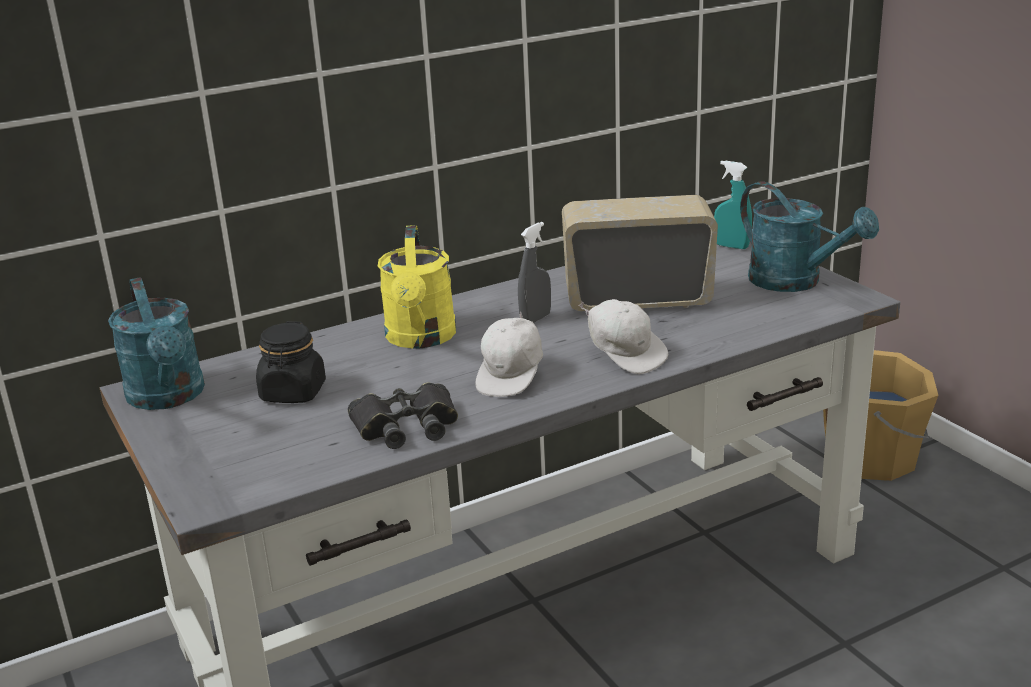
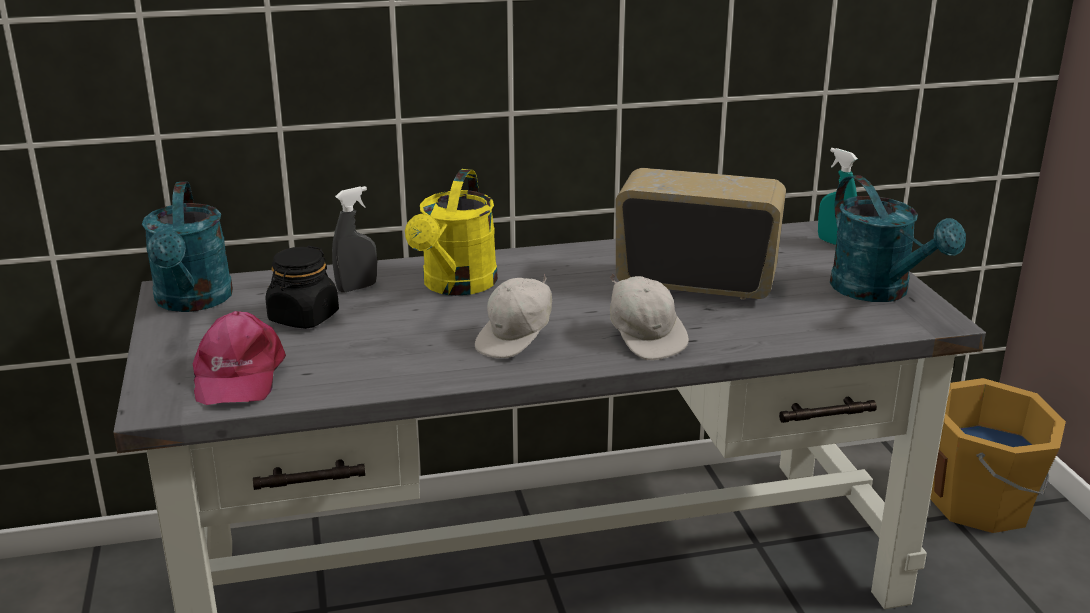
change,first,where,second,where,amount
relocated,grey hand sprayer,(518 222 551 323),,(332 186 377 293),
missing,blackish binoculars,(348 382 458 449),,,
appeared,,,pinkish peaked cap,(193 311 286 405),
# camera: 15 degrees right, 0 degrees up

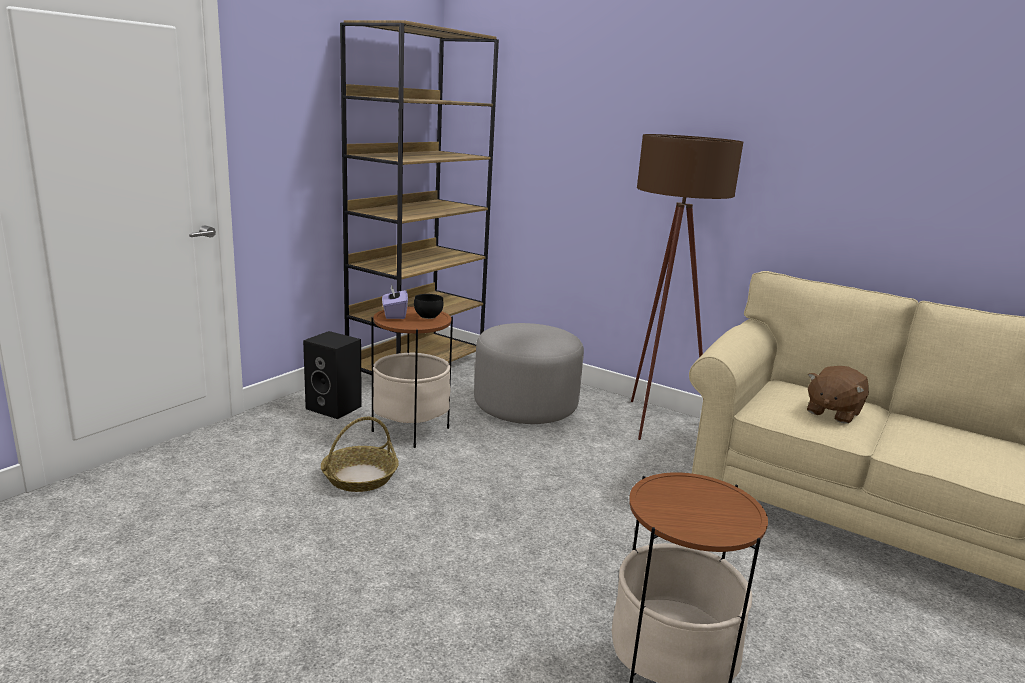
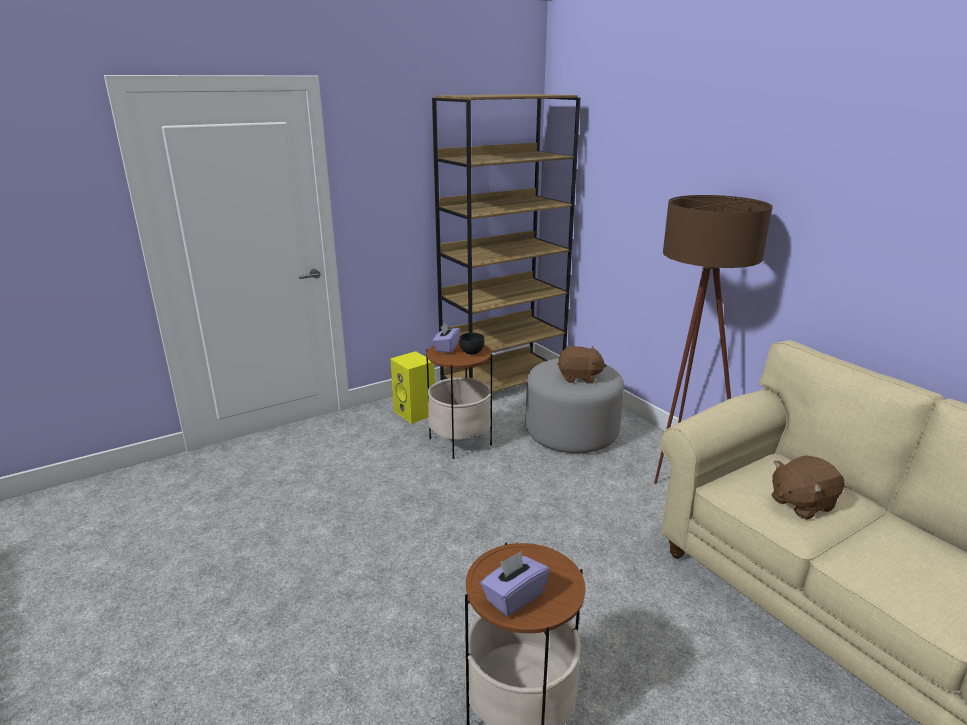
change,first,where,second,where,amount
colour,blackish audio speaker,(303 331 362 419),yellow-coloured audio speaker,(390 351 435 424),
missing,basket,(321 417 399 492),,,
appeared,,,brown plush toy,(557 346 607 384),
appeared,,,purple-coloured box of tissues,(480 551 549 617),
# camera: 25 degrees right, 5 degrees up

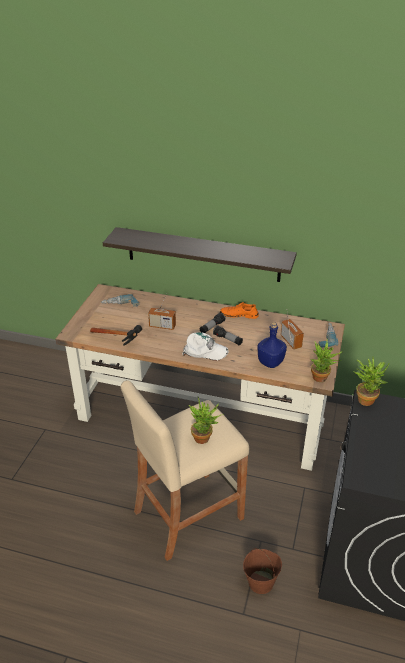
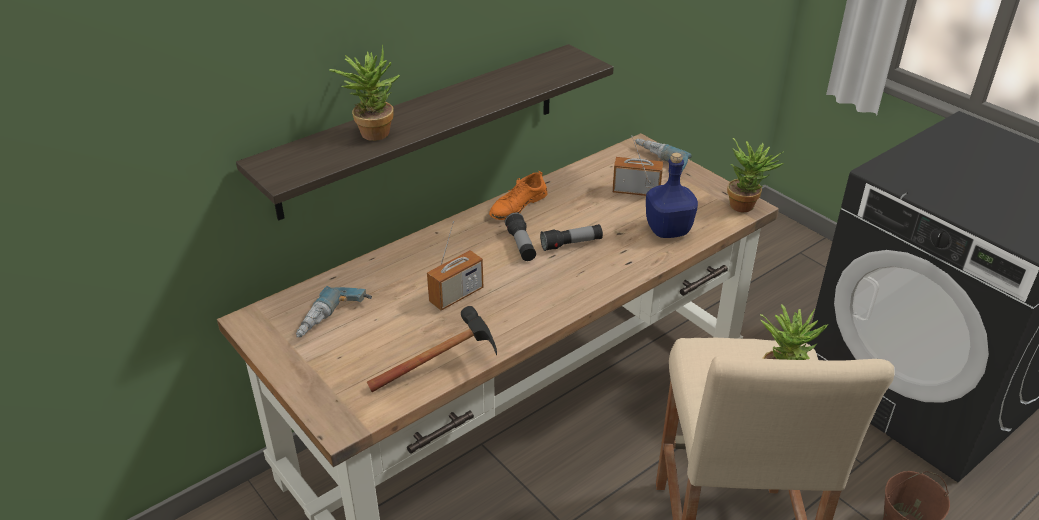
change,first,where,second,where,amount
missing,white peaked cap,(182 332 229 361),,,
relocated,plant in a pot,(353 358 389 406),,(329 45 400 141),
# camera: 55 degrees left, 0 degrees up

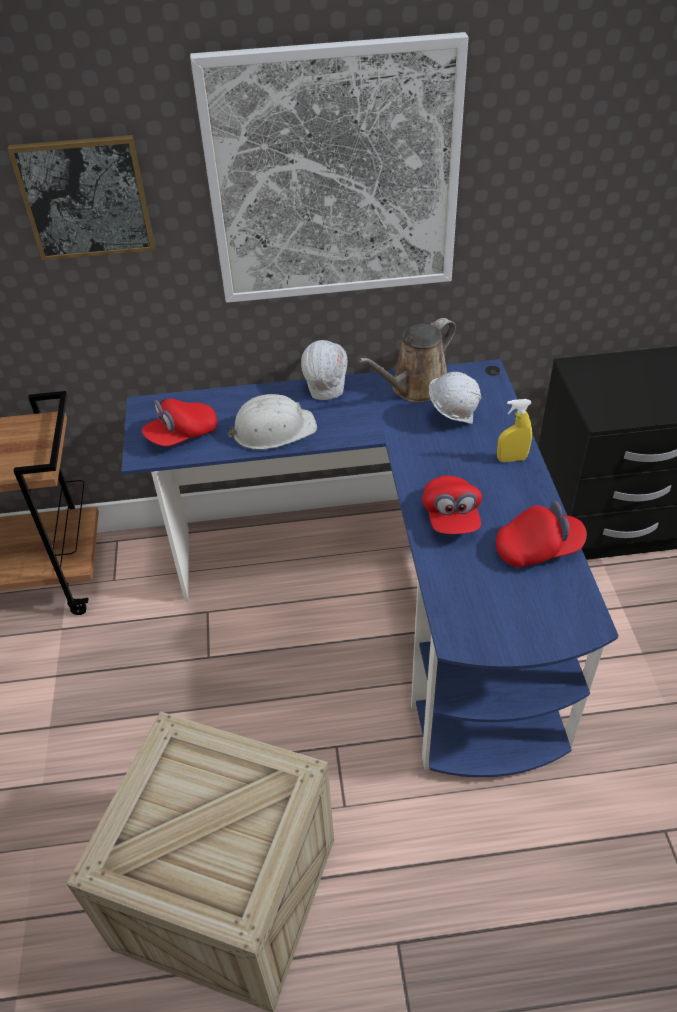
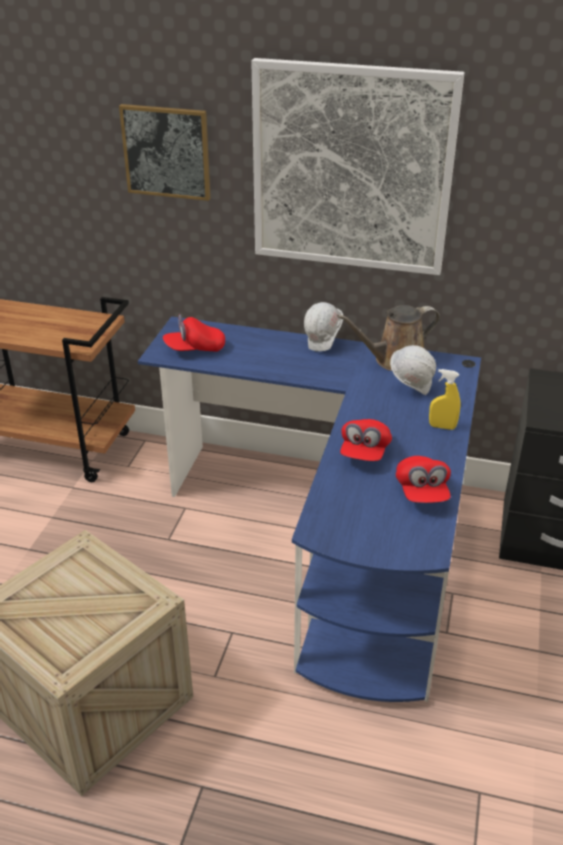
change,first,where,second,where,amount
missing,white work helmet,(228 394 317 450),,,
spun,red peaked cap,(496 501 587 568),,(396 456 451 503),75 degrees clockwise
# camera: 20 degrees right, 10 degrees down

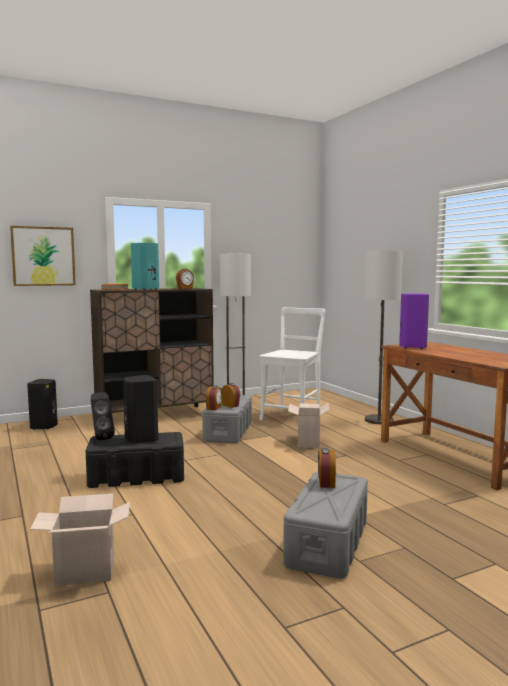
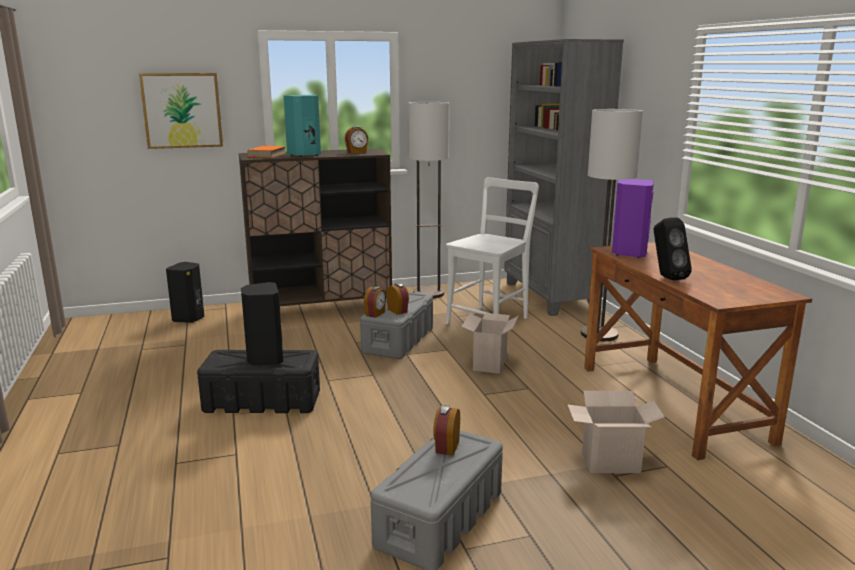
change,first,where,second,where,amount
relocated,blackish audio speaker,(91 392 115 441),,(654 217 692 280),
relocated,carton,(30 494 130 586),,(568 391 665 473),
appeared,,,grey bookcase,(504 39 624 316),
# camera: 10 degrees right, 10 degrees up

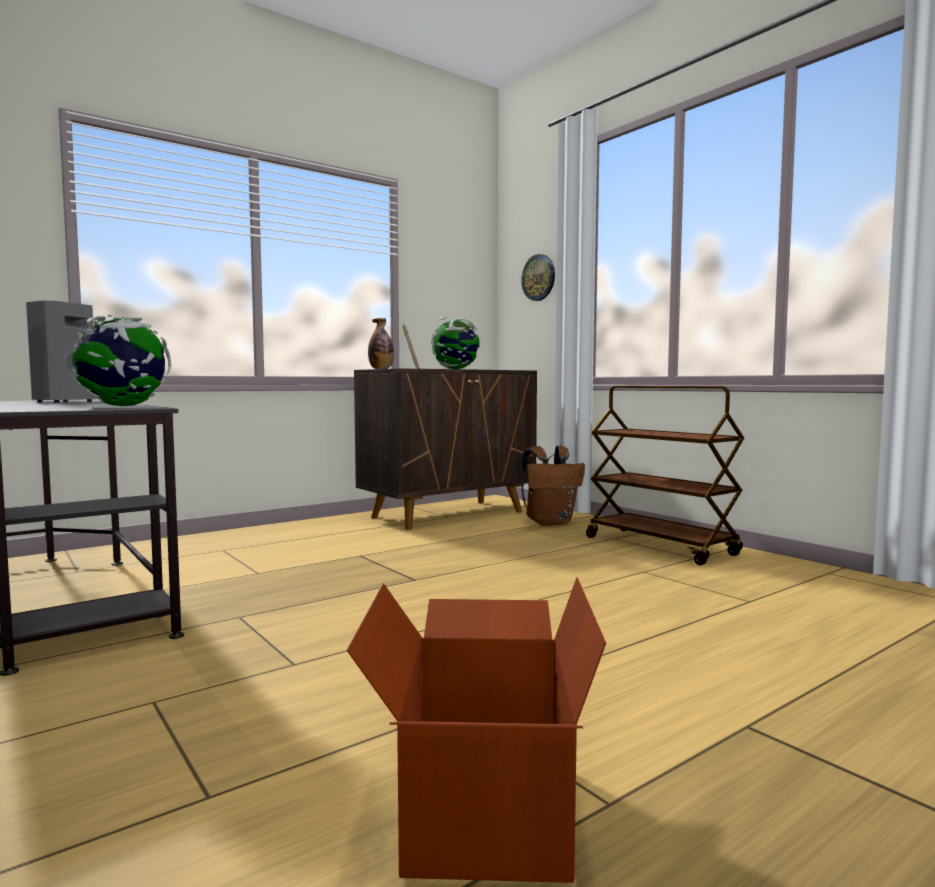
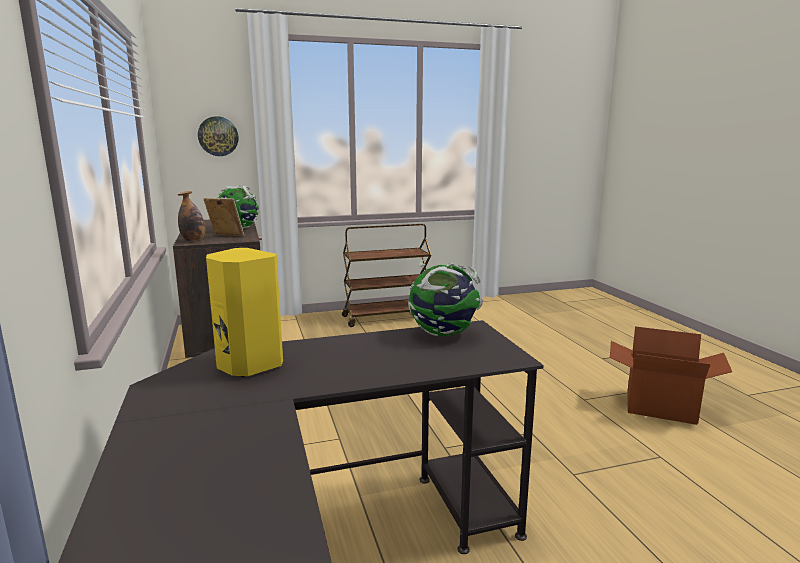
change,first,where,second,where,amount
colour,grey audio speaker,(26 300 97 403),yellow-coloured audio speaker,(206 248 283 377),
missing,brown knapsack,(521 445 585 526),,,
# camera: 70 degrees left, 10 degrees up

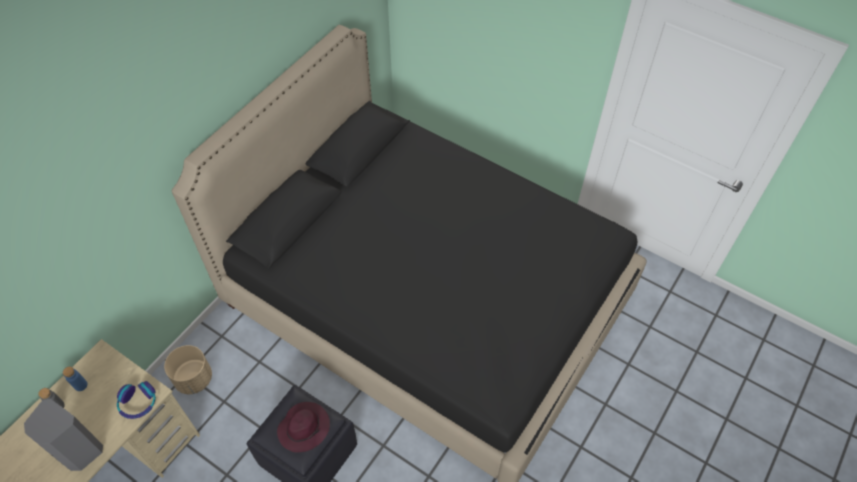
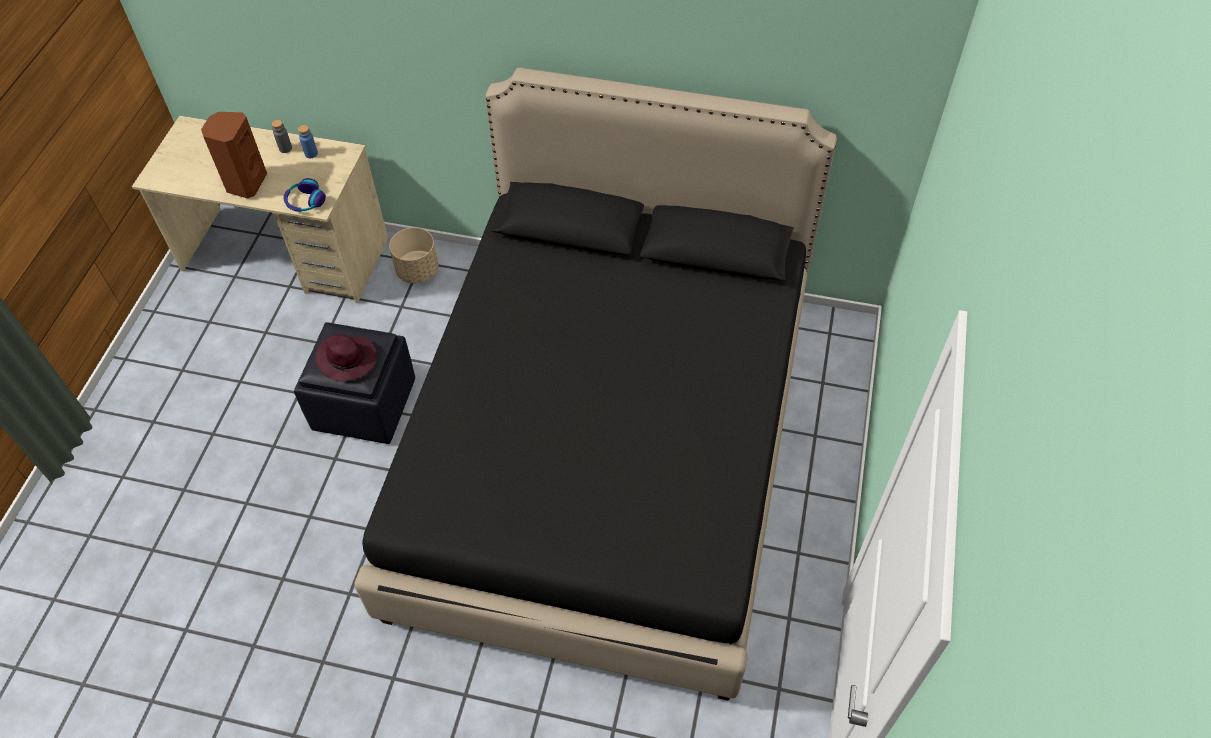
change,first,where,second,where,amount
colour,grey audio speaker,(24 399 103 471),brown audio speaker,(201 112 267 199),
# camera: 70 degrees right, 0 degrees up

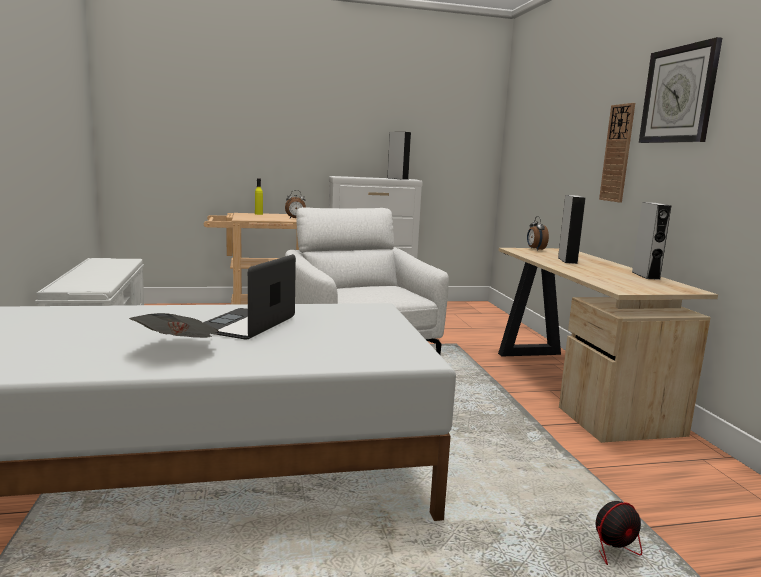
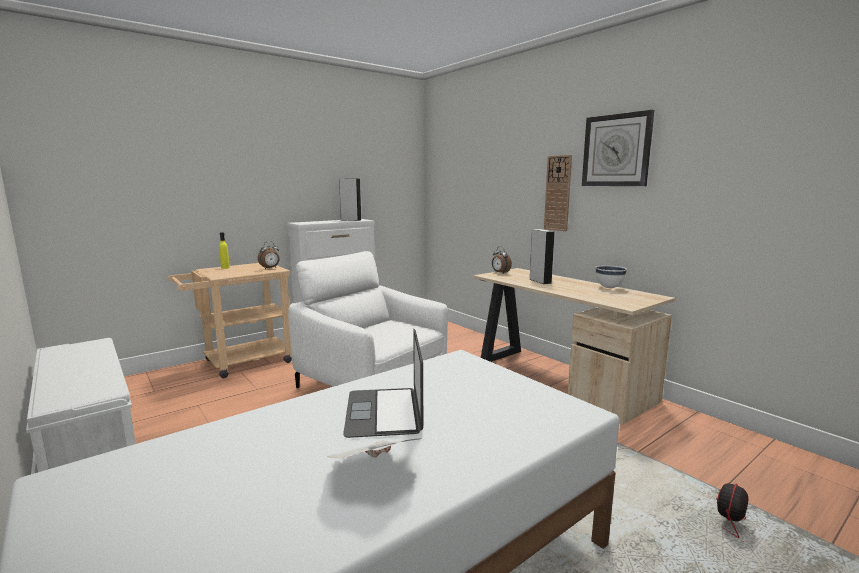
change,first,where,second,where,amount
exchanged,grey audio speaker,(632 202 672 280),white bowl,(596 265 627 288),
# camera: 25 degrees left, 0 degrees up

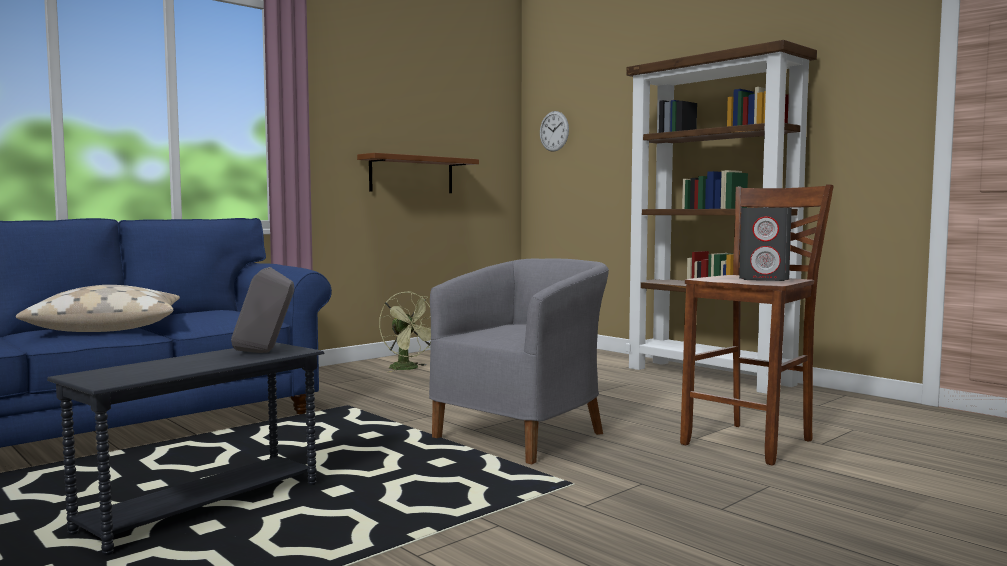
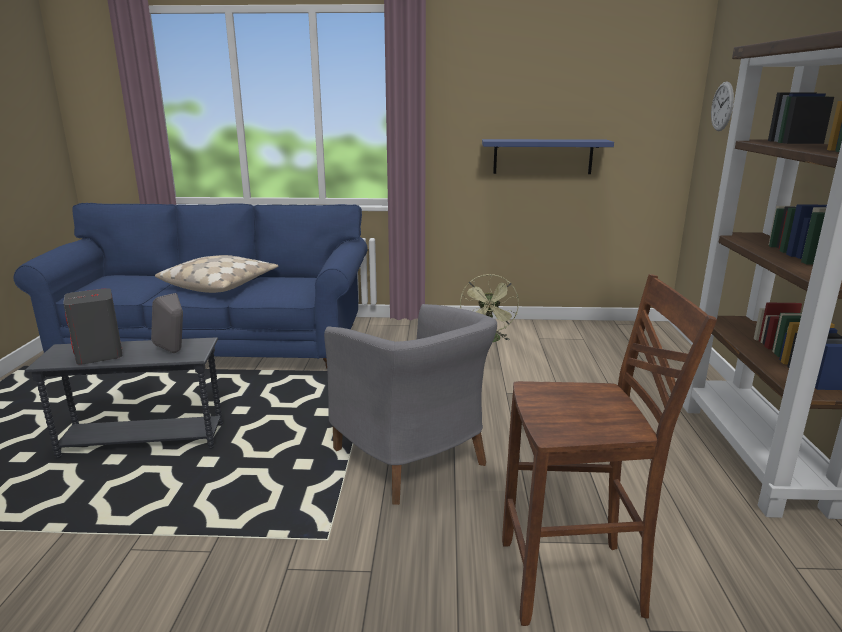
change,first,where,second,where,amount
colour,brown shelf,(357 153 479 193),blue shelf,(482 139 614 174),
relocated,grey audio speaker,(739 207 792 281),,(63 288 123 365),
spun,grey lounge chair,(429 259 609 464),,(324 304 497 505),60 degrees clockwise
# camera: 45 degrees right, 15 degrees up

